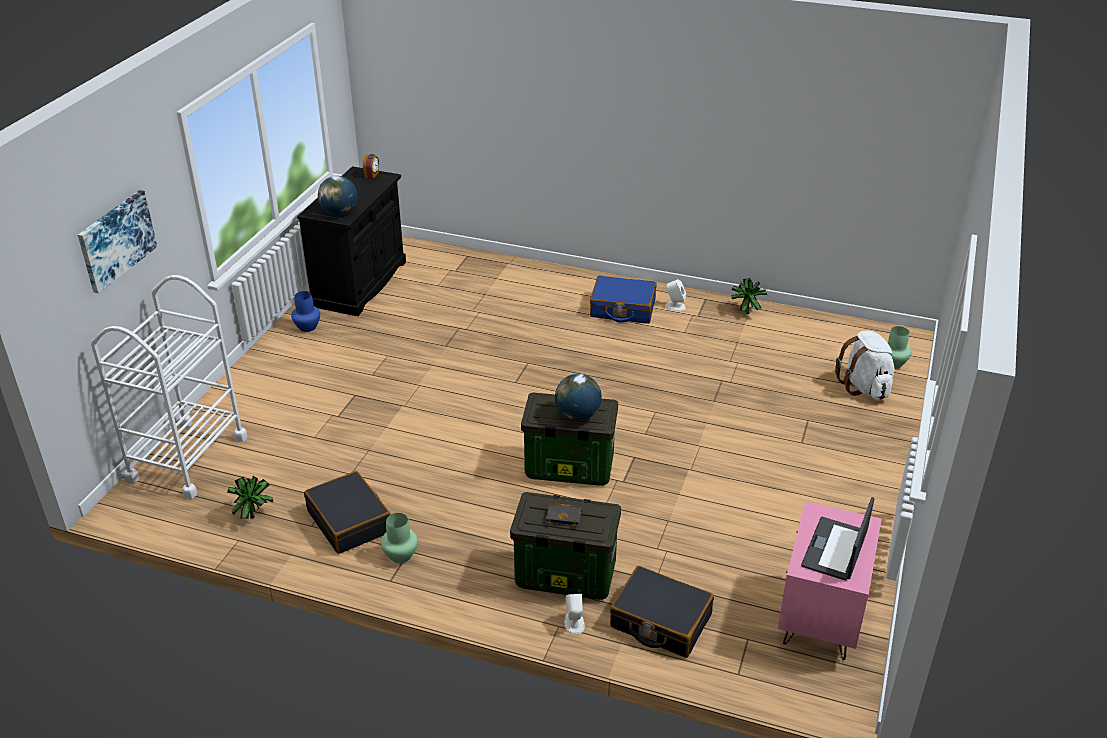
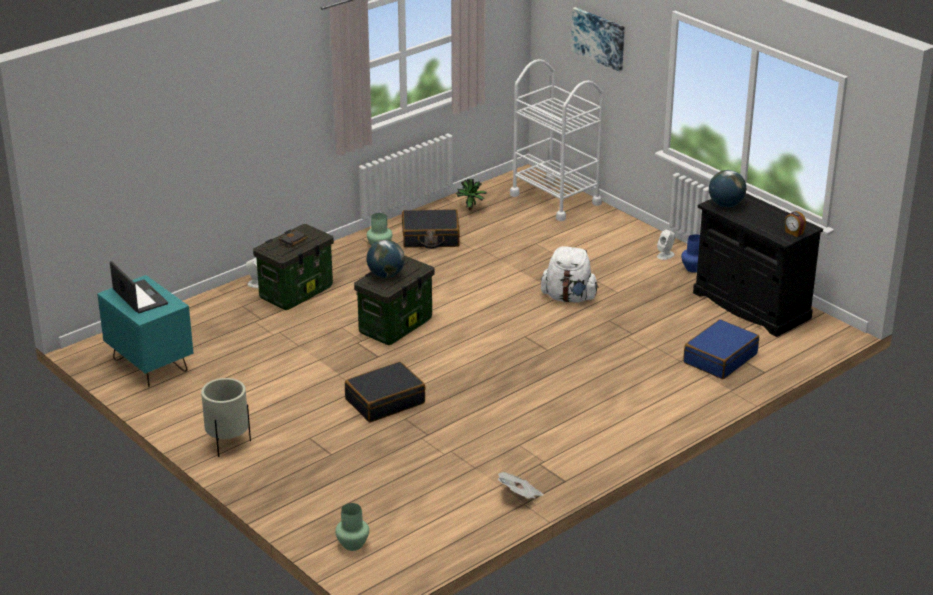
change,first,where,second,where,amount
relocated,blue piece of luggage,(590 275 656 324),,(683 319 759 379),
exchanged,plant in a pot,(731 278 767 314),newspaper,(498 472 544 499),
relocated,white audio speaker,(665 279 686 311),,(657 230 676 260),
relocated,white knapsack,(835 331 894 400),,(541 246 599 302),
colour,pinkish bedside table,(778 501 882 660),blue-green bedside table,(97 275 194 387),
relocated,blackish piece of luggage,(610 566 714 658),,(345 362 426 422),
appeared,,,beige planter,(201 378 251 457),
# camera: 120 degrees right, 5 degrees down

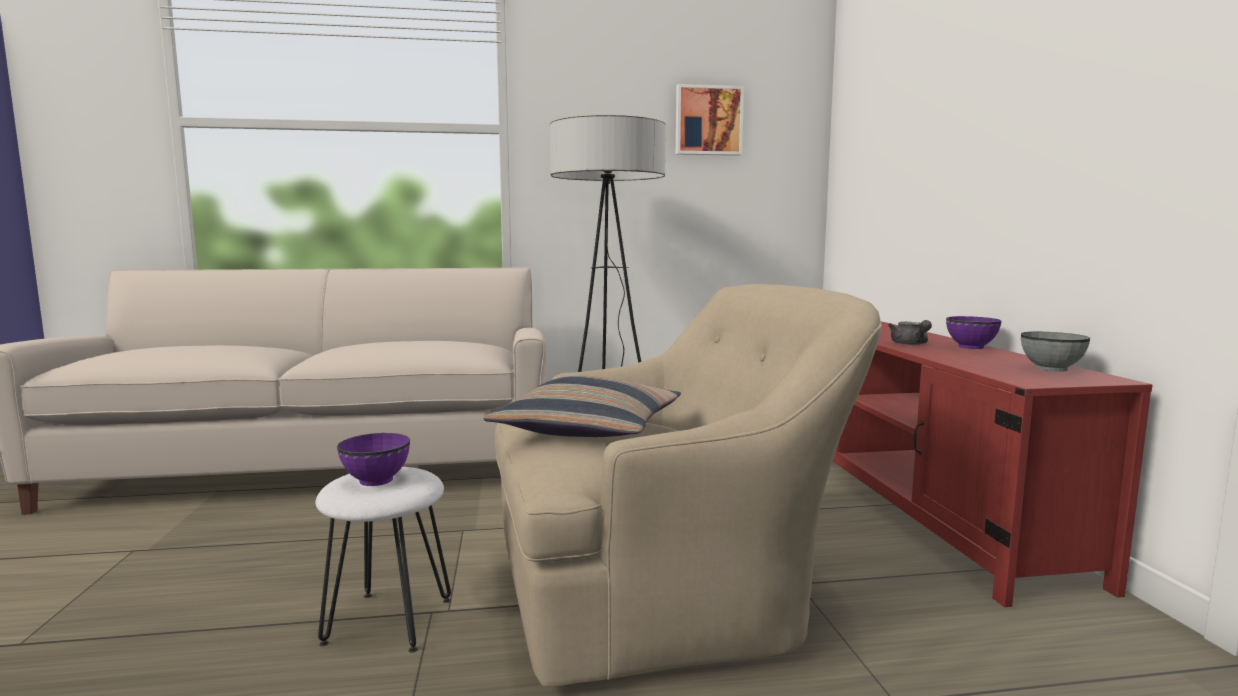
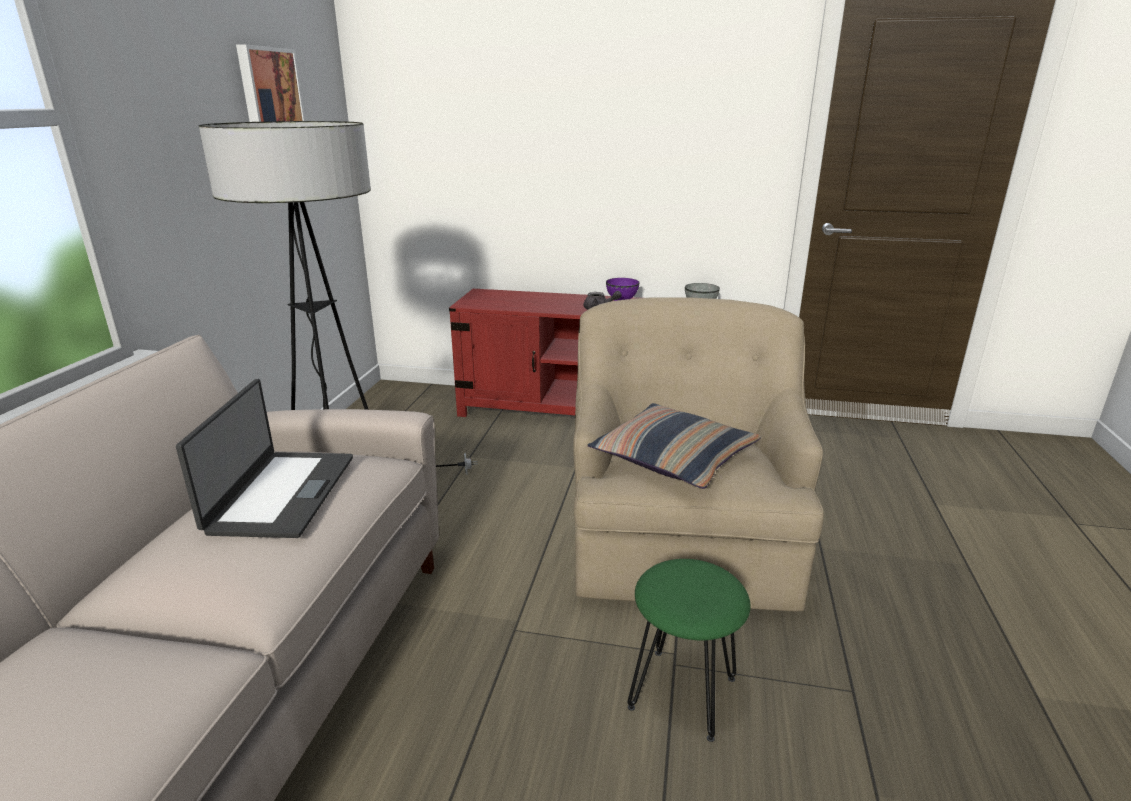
change,first,where,second,where,amount
missing,purple-coloured bowl,(337 433 410 486),,,
colour,white stool,(315 467 451 653),green stool,(628 559 750 742),
appeared,,,portable computer,(176 379 353 538),
# camera: 70 degrees left, 15 degrees up

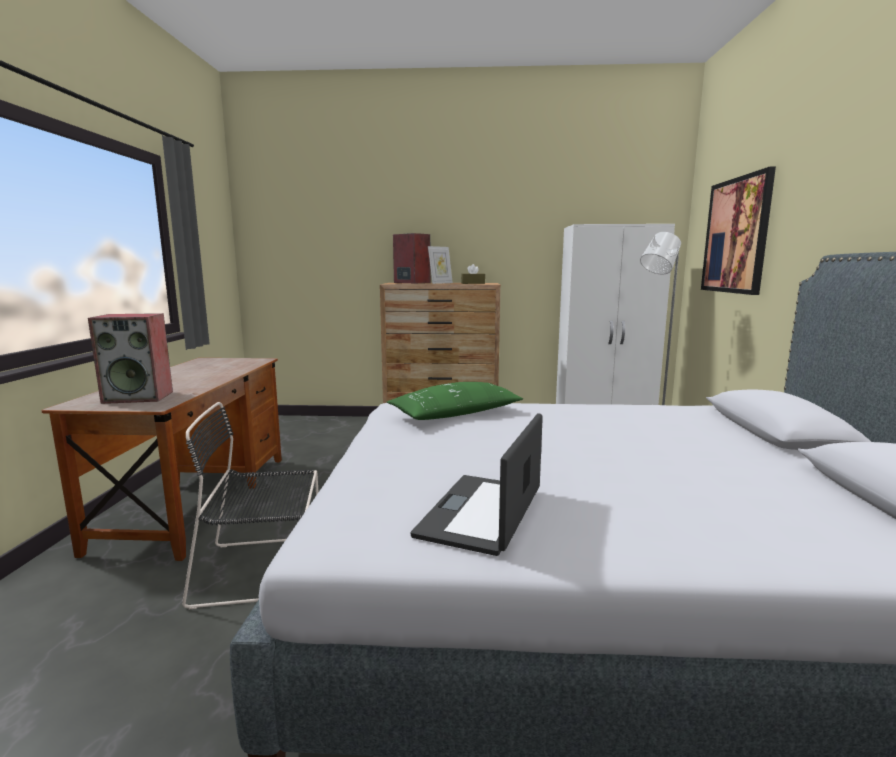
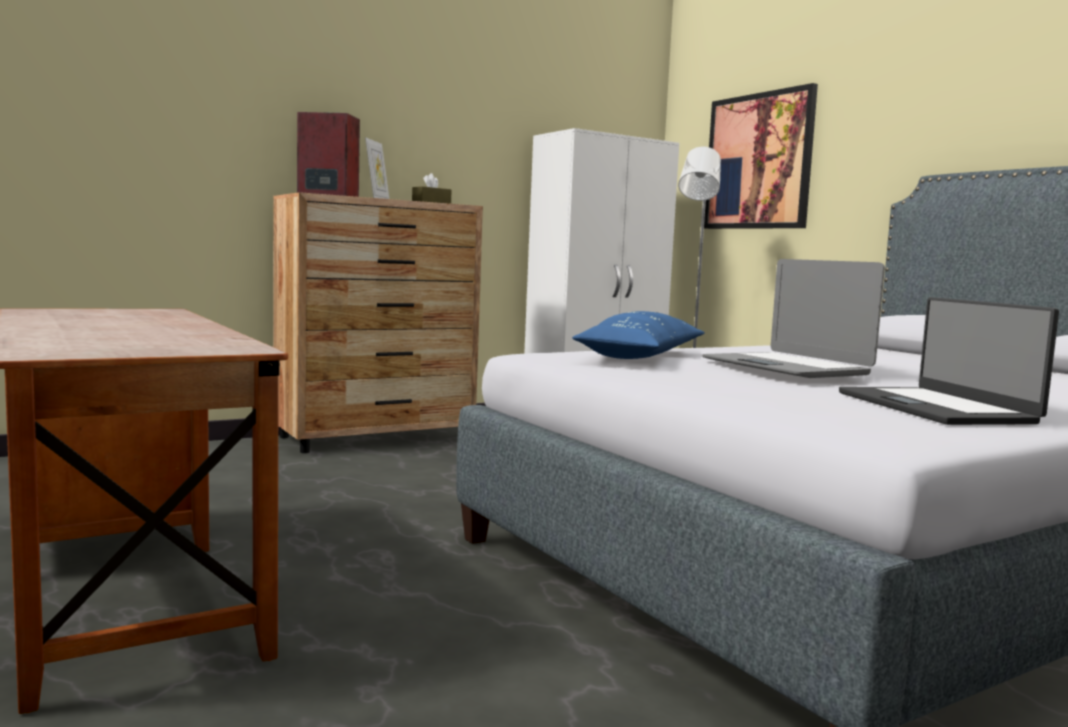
change,first,where,second,where,amount
missing,audio speaker,(88 313 173 404),,,
colour,green cushion,(387 382 523 420),blue cushion,(572 311 705 359),
missing,blackish chair,(182 402 318 610),,,
appeared,,,portable computer,(702 259 885 378),
# camera: 35 degrees left, 5 degrees down

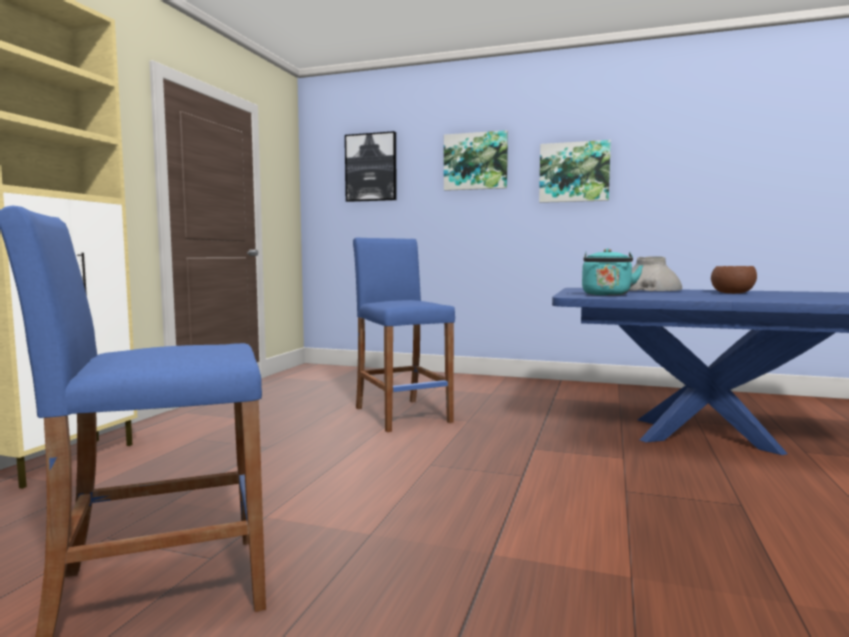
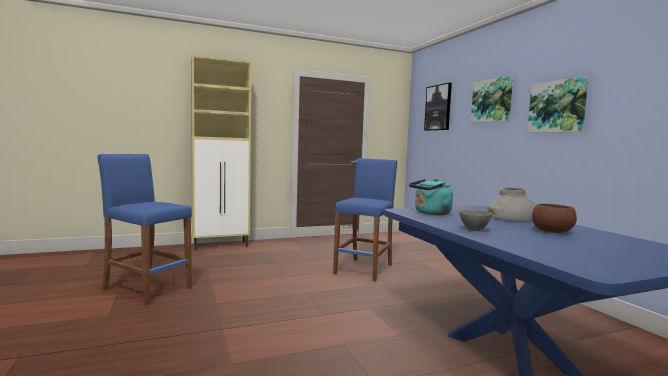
change,first,where,second,where,amount
appeared,,,grey bowl,(459 210 492 231),
# camera: 50 degrees right, 0 degrees up

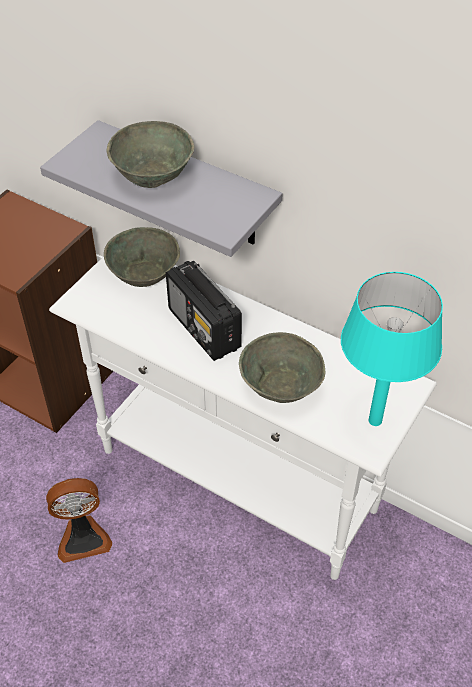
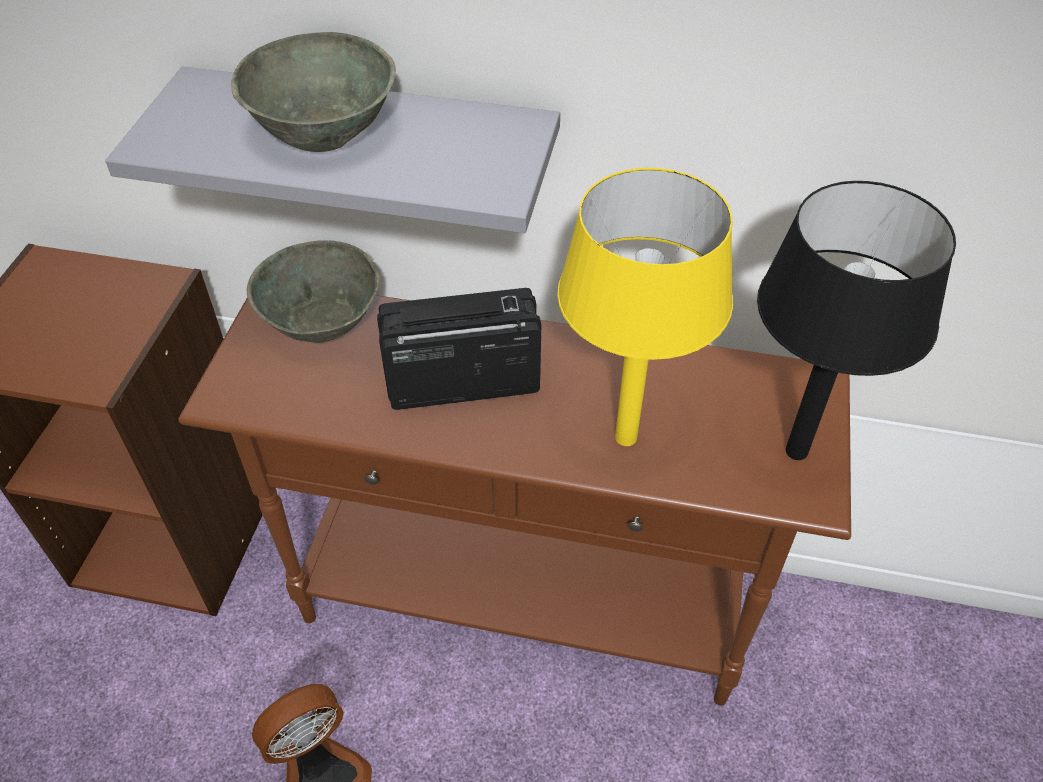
change,first,where,second,where,amount
colour,white hall table,(49 256 437 580),brown hall table,(178 295 851 706),
spun,radio receiver,(166 261 242 361),,(377 288 541 410),135 degrees clockwise
colour,blue-green tabletop lamp,(341 272 443 426),blackish tabletop lamp,(757 181 956 460),
exchanged,grey bowl,(239 332 325 403),yellow-coloured tabletop lamp,(557 168 733 446),
# camera: 20 degrees left, 0 degrees up

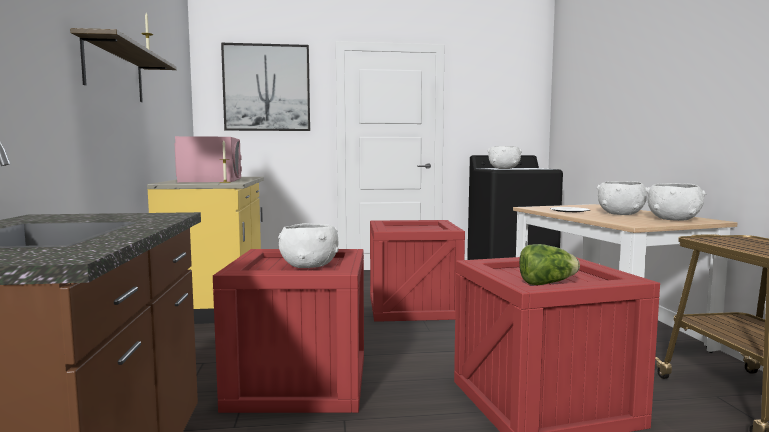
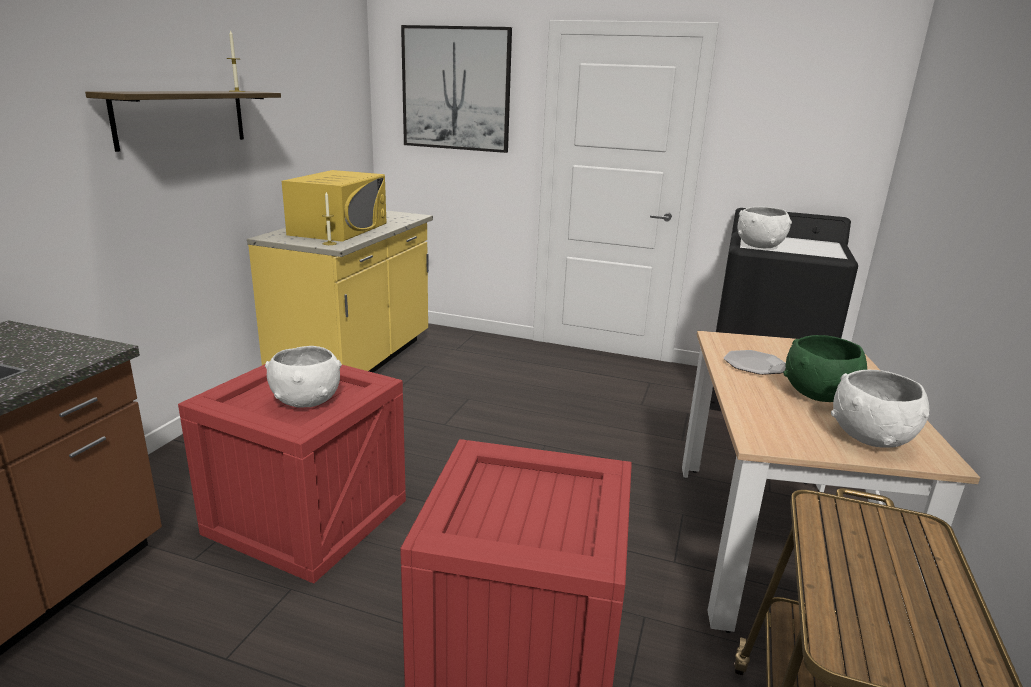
change,first,where,second,where,amount
colour,pinkish microwave oven,(175 136 242 182),yellow-coloured microwave oven,(282 170 386 242),
colour,white bowl,(597 181 648 215),green bowl,(783 335 867 402),
missing,crate,(370 220 465 322),,,
missing,lettuce,(519 244 580 285),,,
# camera: 25 degrees right, 15 degrees up

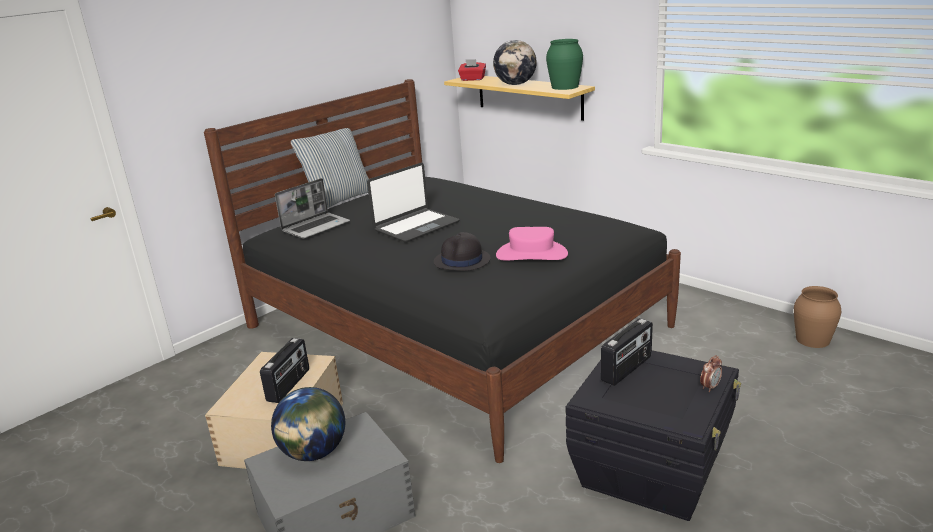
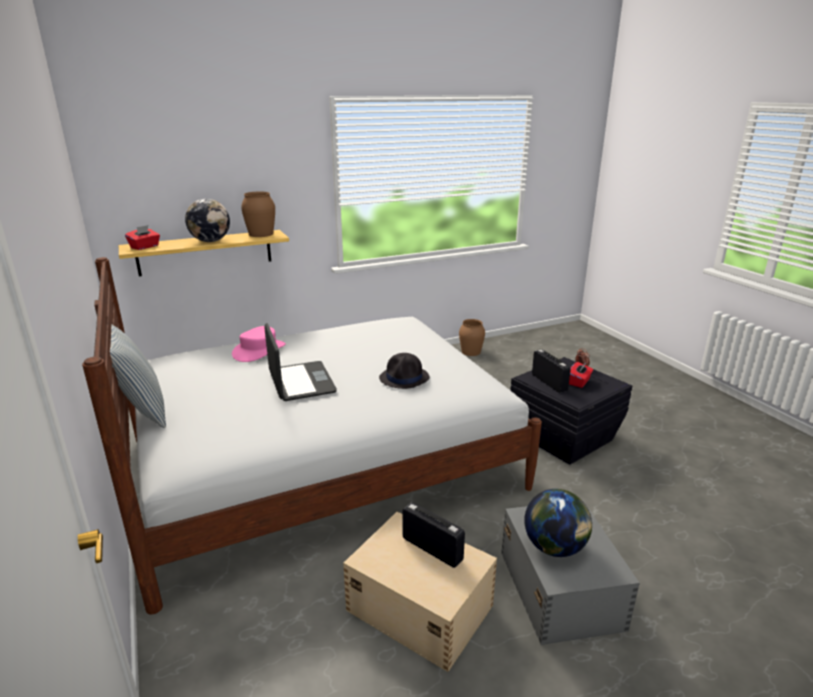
change,first,where,second,where,amount
colour,green flower vase,(546 39 583 90),brown flower vase,(241 192 275 237),
colour,blackish bedroom bed,(204 79 681 463),white bedroom bed,(82 257 542 614),
missing,portable computer,(275 178 350 239),,,
relocated,pinkish wearable hat,(496 227 568 260),,(232 326 286 362),
appeared,,,red box of tissues,(569 362 593 388),
# camera: 70 degrees left, 0 degrees up

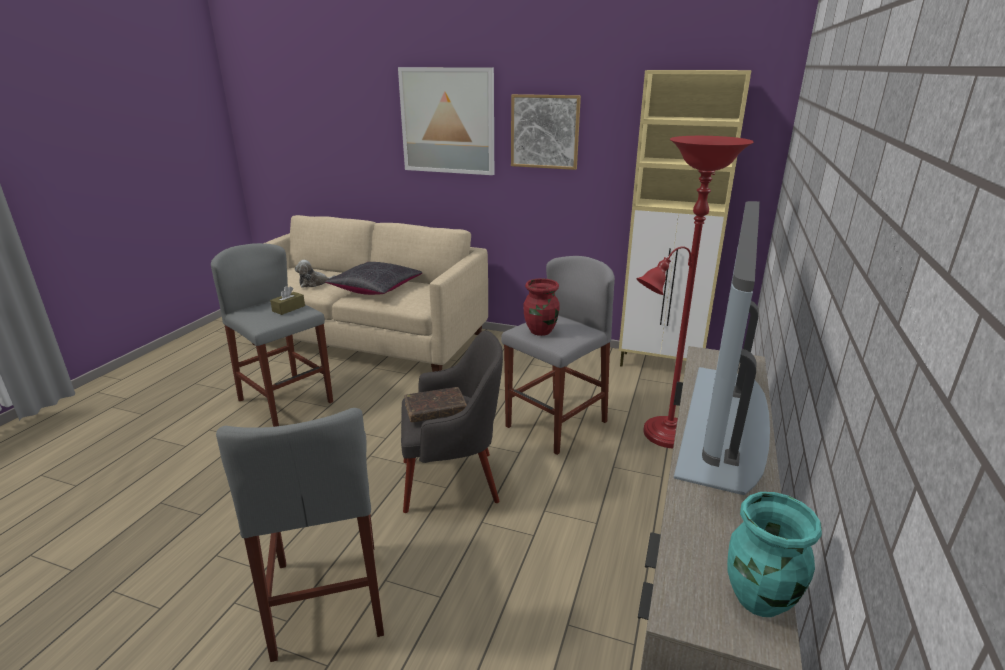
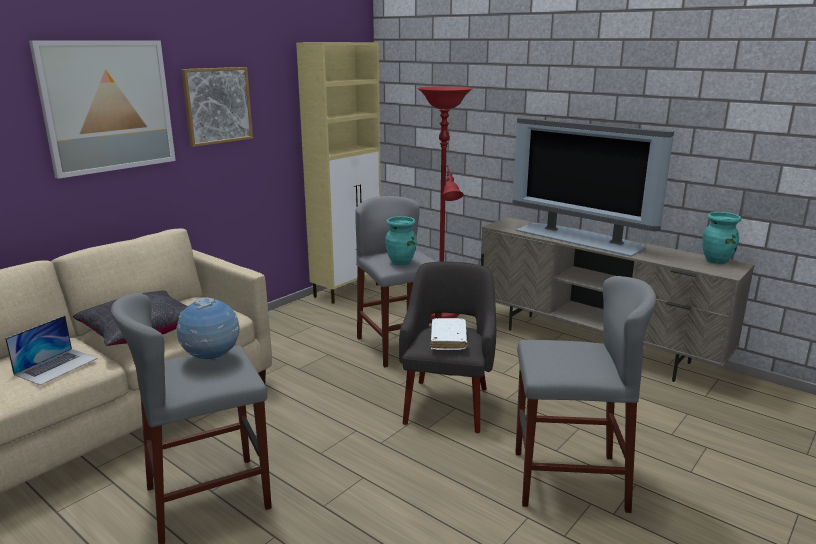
change,first,where,second,where,amount
exchanged,plush toy,(295 260 336 288),portable computer,(5 316 98 385),
colour,red flower vase,(523 278 560 336),blue-green flower vase,(385 216 417 266),
exchanged,brown box of tissues,(270 286 305 315),globe,(177 297 239 361),
colour,brown book,(404 387 467 422),white book,(431 318 467 350),
# camera: 70 degrees left, 5 degrees down

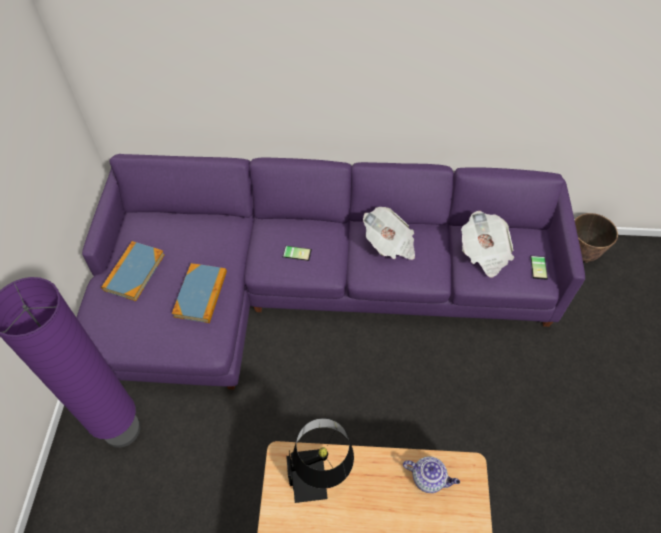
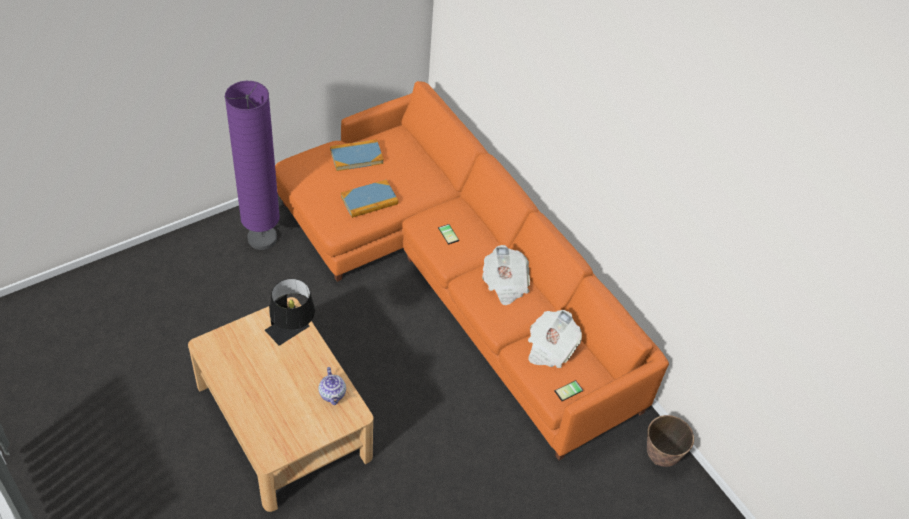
change,first,where,second,where,amount
colour,purple-coloured couch,(76 154 585 390),orange couch,(275 81 669 460),
# camera: 50 degrees right, 5 degrees down

